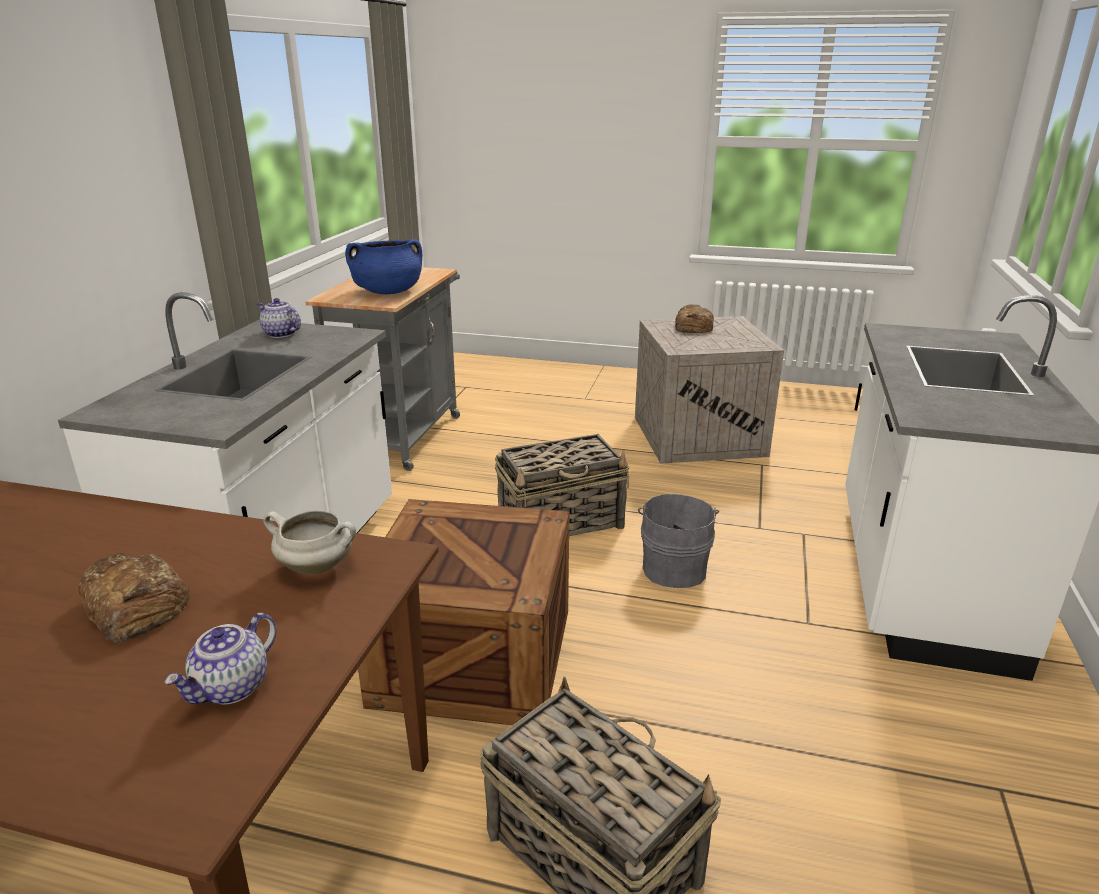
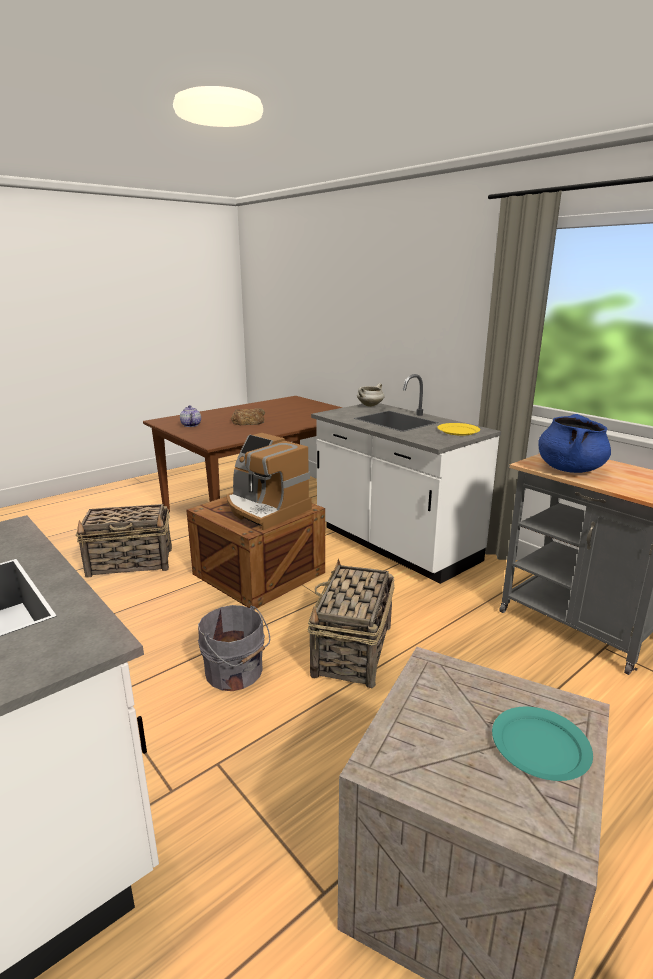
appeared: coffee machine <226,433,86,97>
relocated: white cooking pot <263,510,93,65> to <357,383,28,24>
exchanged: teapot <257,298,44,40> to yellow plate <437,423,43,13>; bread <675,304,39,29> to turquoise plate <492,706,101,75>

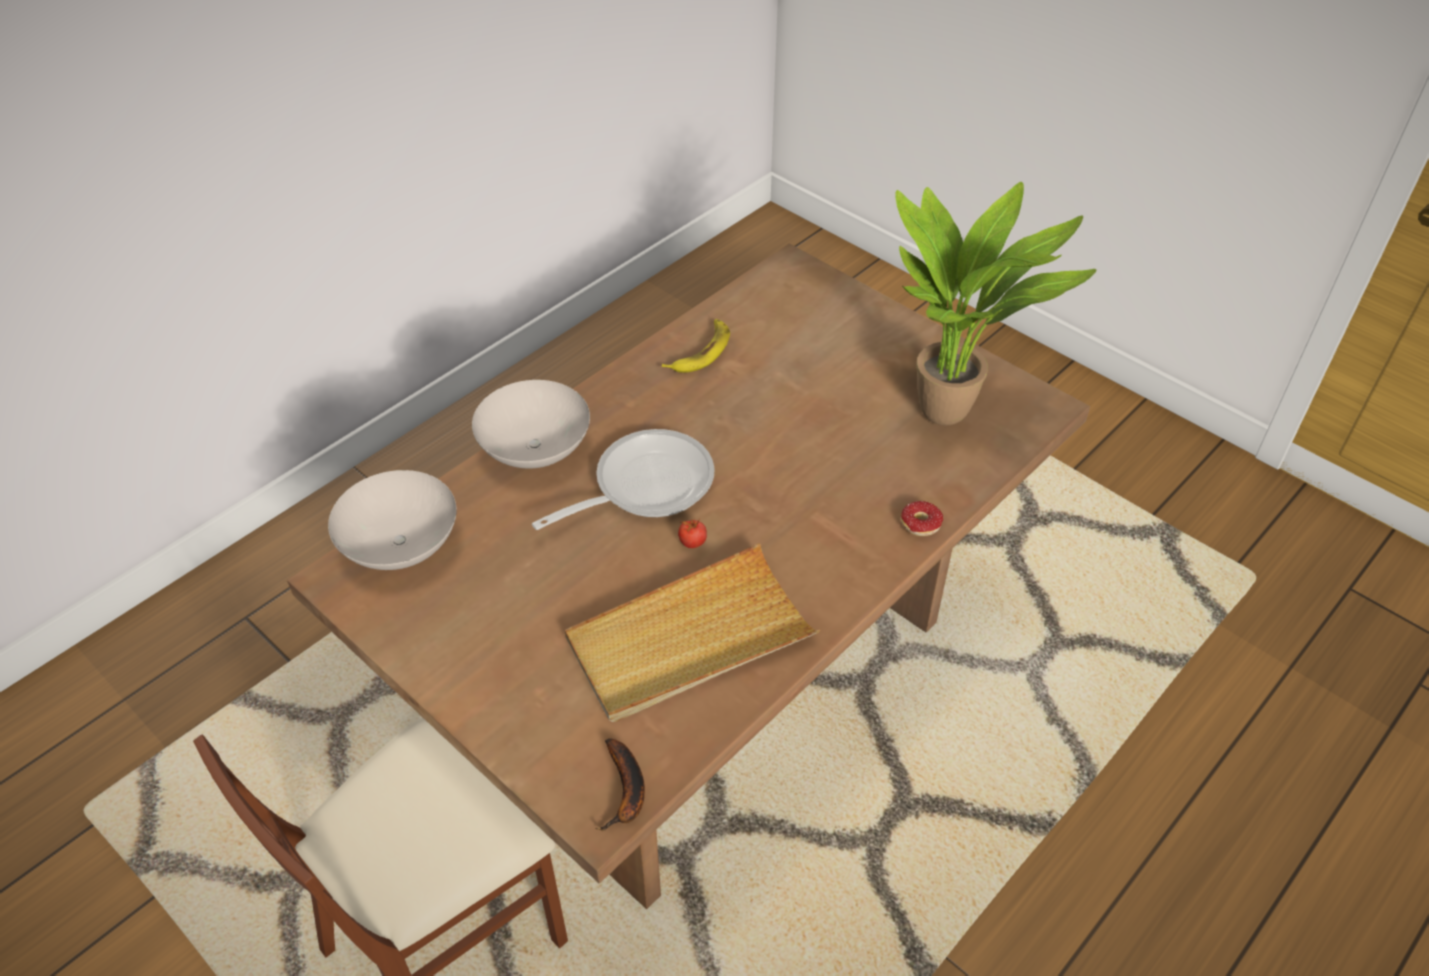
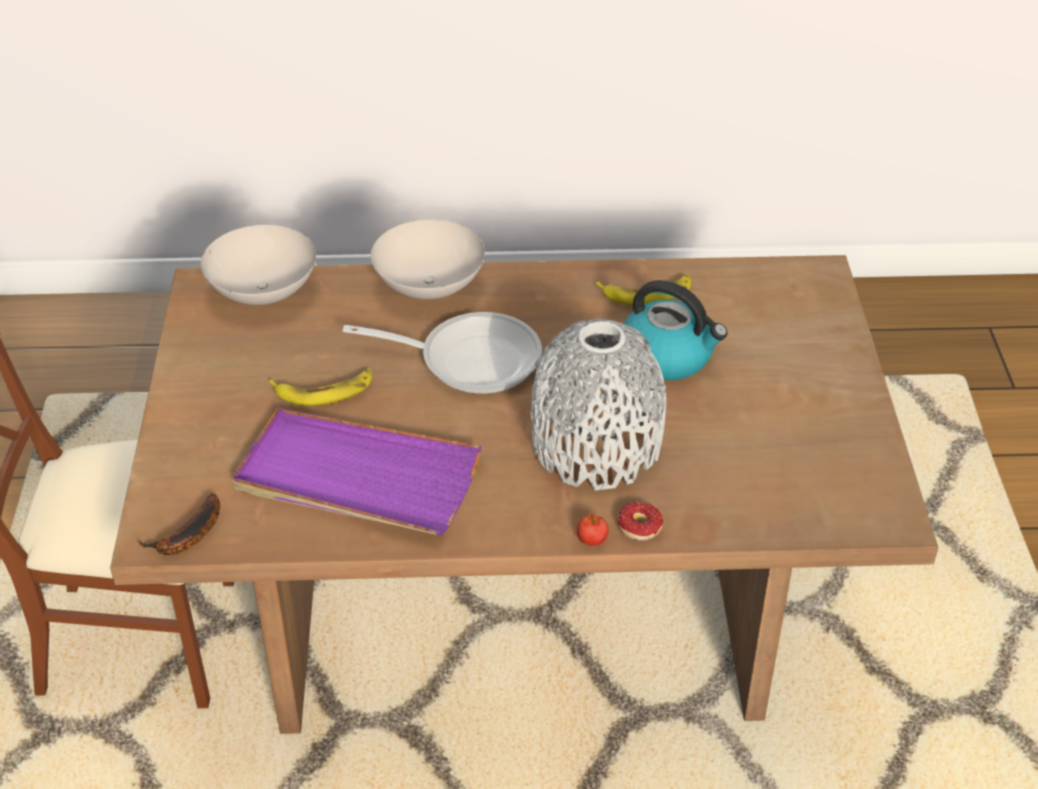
missing: potted plant <895,182,202,244>
appeared: kettle <624,280,104,101>; grey vase <531,318,135,173>; banana <269,369,103,37>
relocated: tomato <678,519,29,29> to <577,512,32,34>
colour: beige tray <565,543,256,179> to purple tray <232,408,250,128>

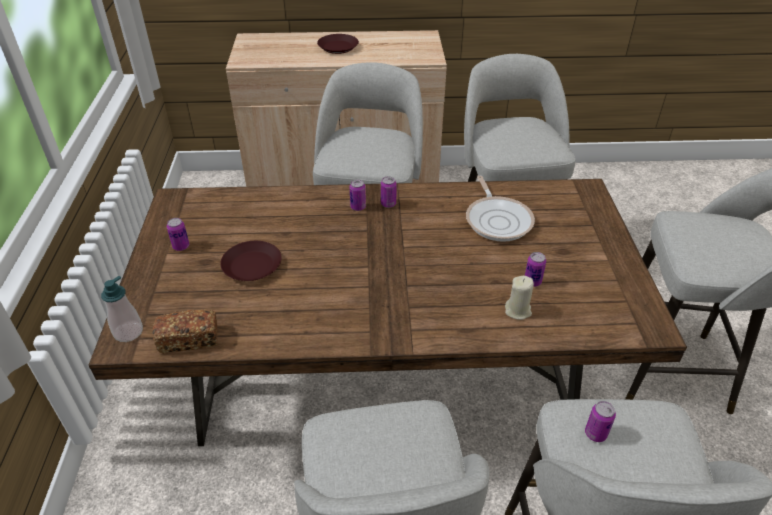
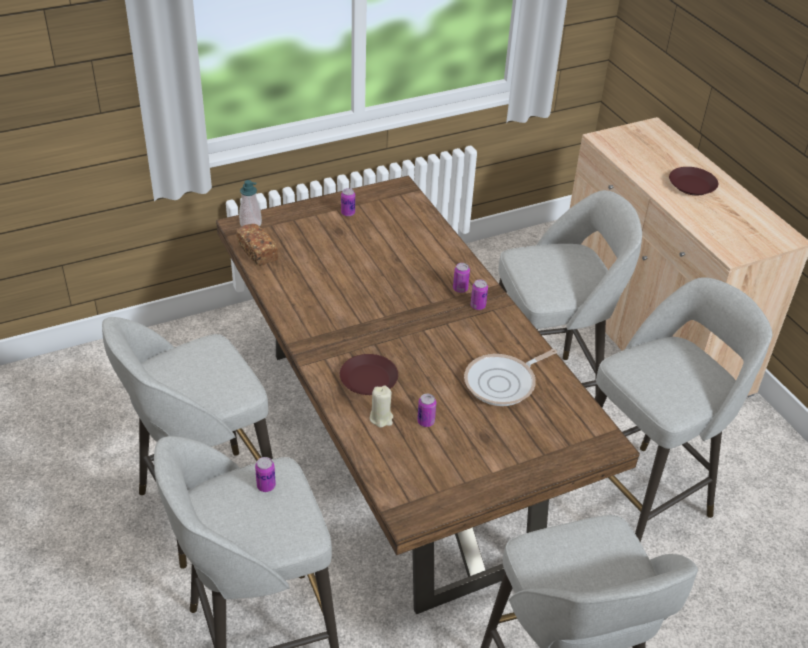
relocated: brown plate <220,241,62,40> to <340,354,58,41>

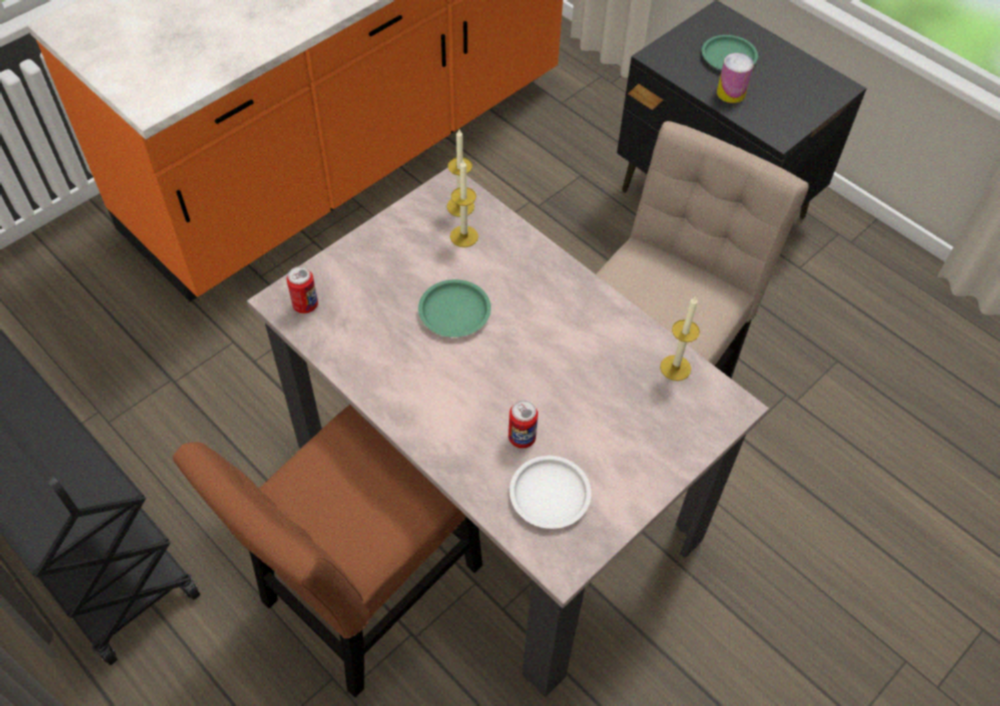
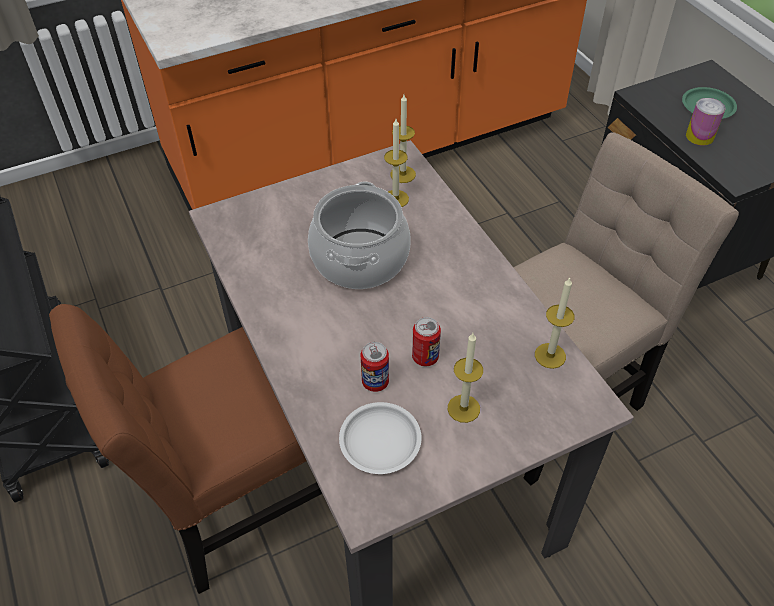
appeared: candle <448,333,35,90>
relocated: can <286,266,32,48> to <412,317,29,49>
exchanged: green plate <418,279,73,58> to cooking pot <308,182,102,107>

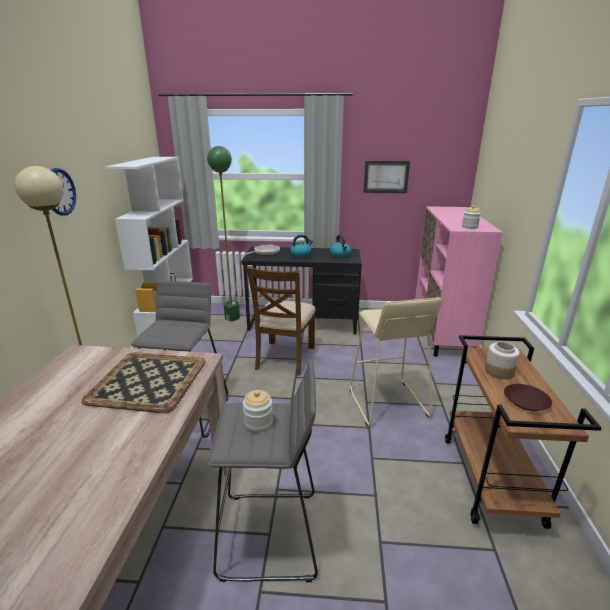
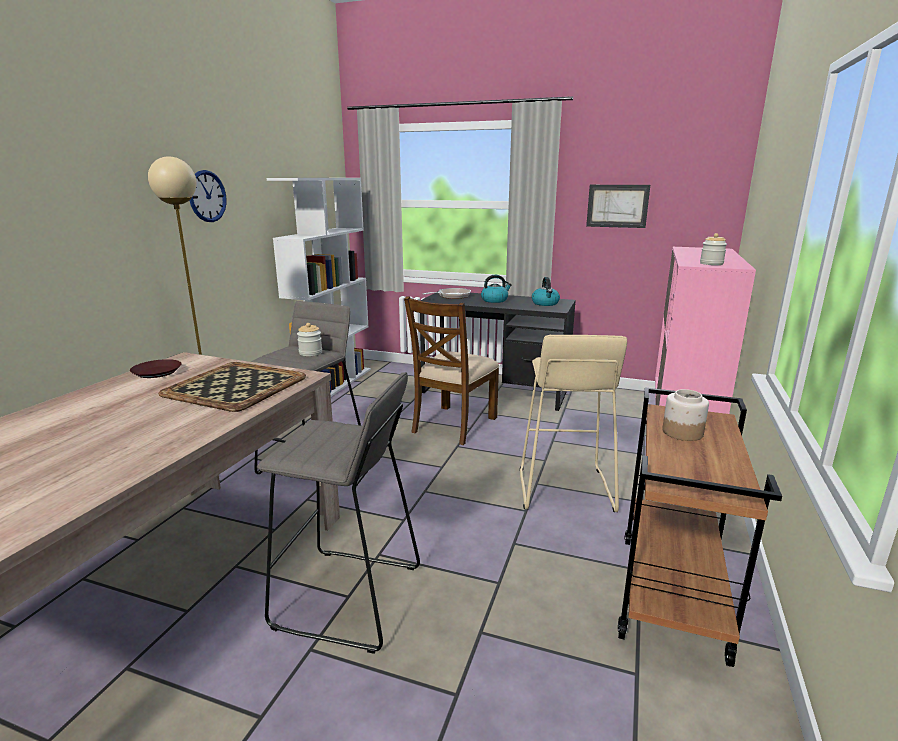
missing: green floor lamp <207,146,33,175>
relocated: brown plate <504,384,48,27> to <130,359,51,19>; jar <243,390,30,42> to <297,323,25,33>

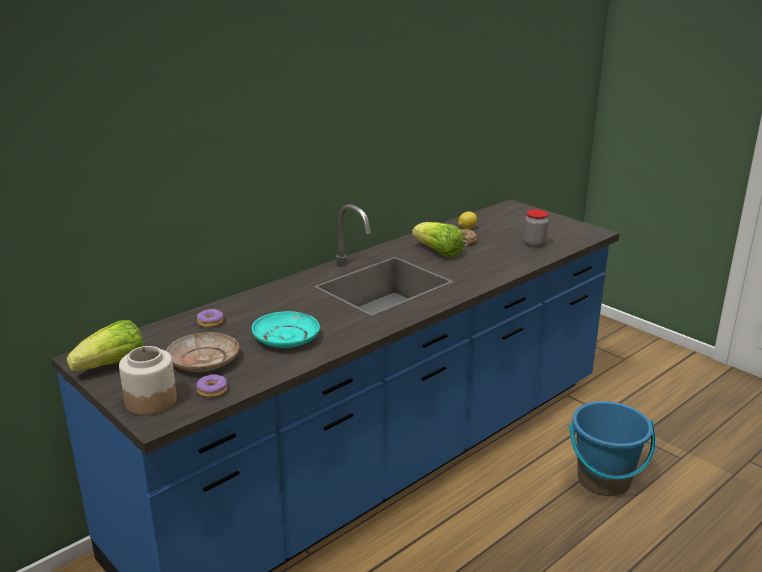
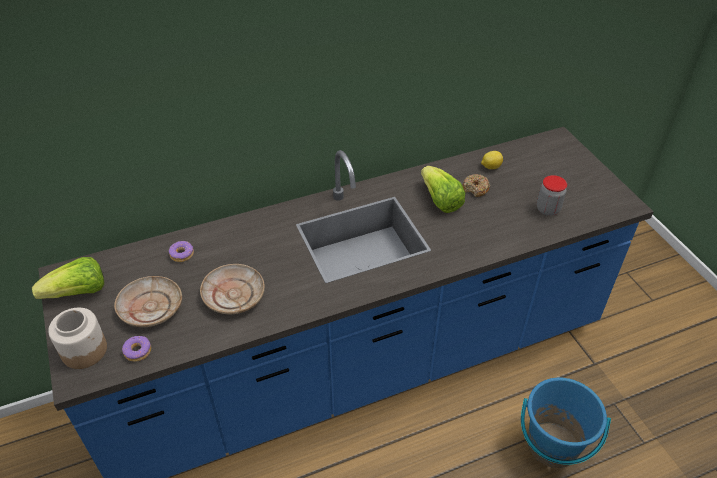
colour: turquoise plate <252,311,68,37> to beige plate <200,264,65,50>

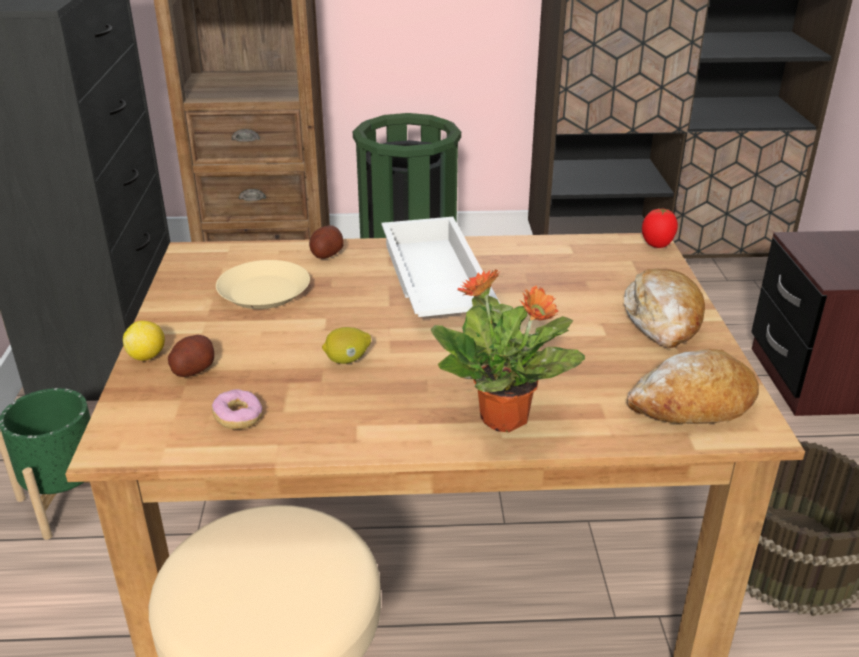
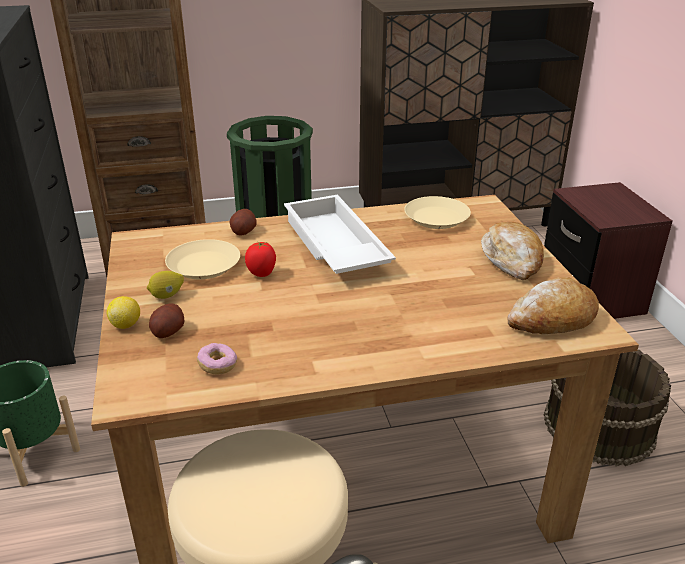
missing: potted plant <431,270,154,162>
appeared: beige plate <404,196,67,33>
relocated: tomato <642,208,36,40> to <245,242,31,35>; lemon <322,327,49,37> to <147,271,37,28>

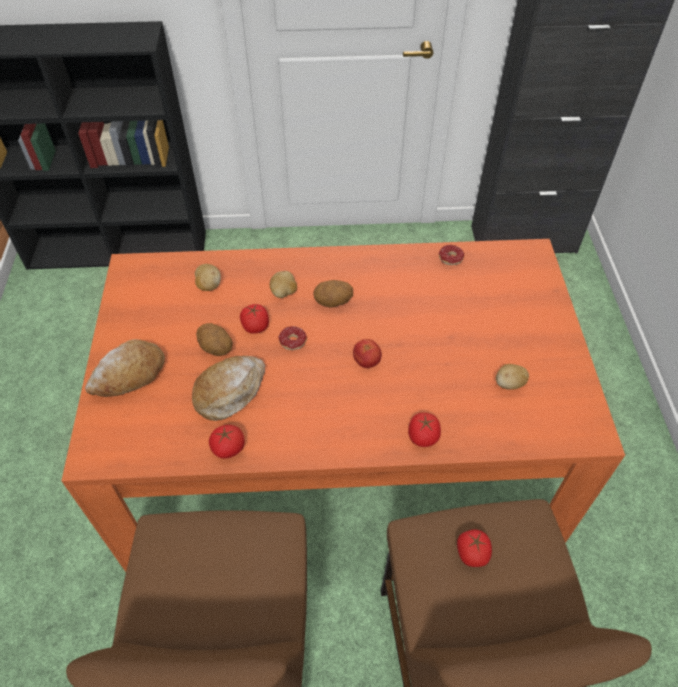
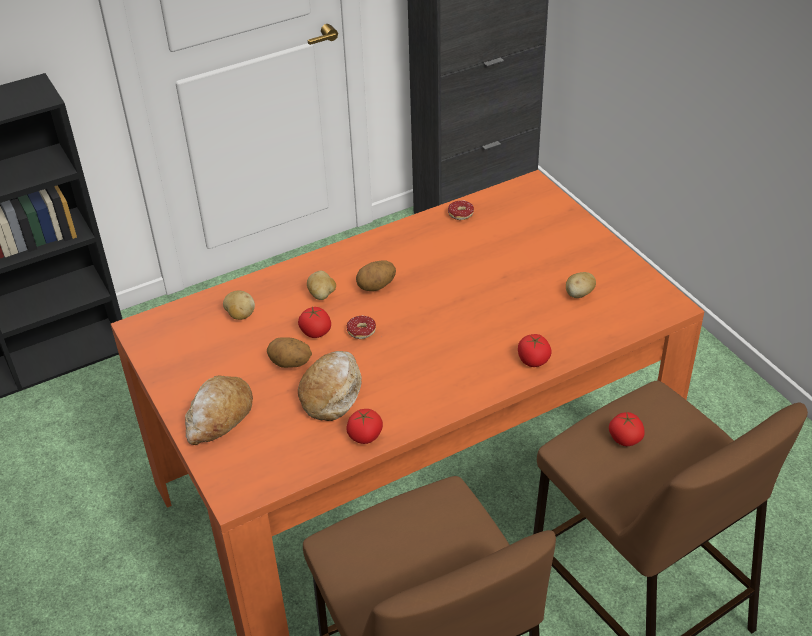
missing: tomato <353,339,29,29>

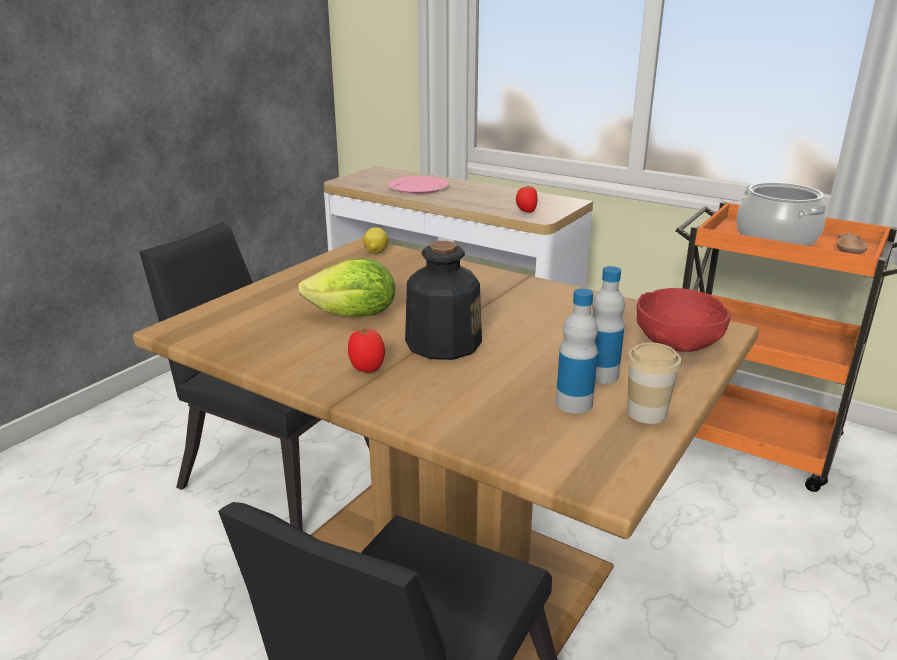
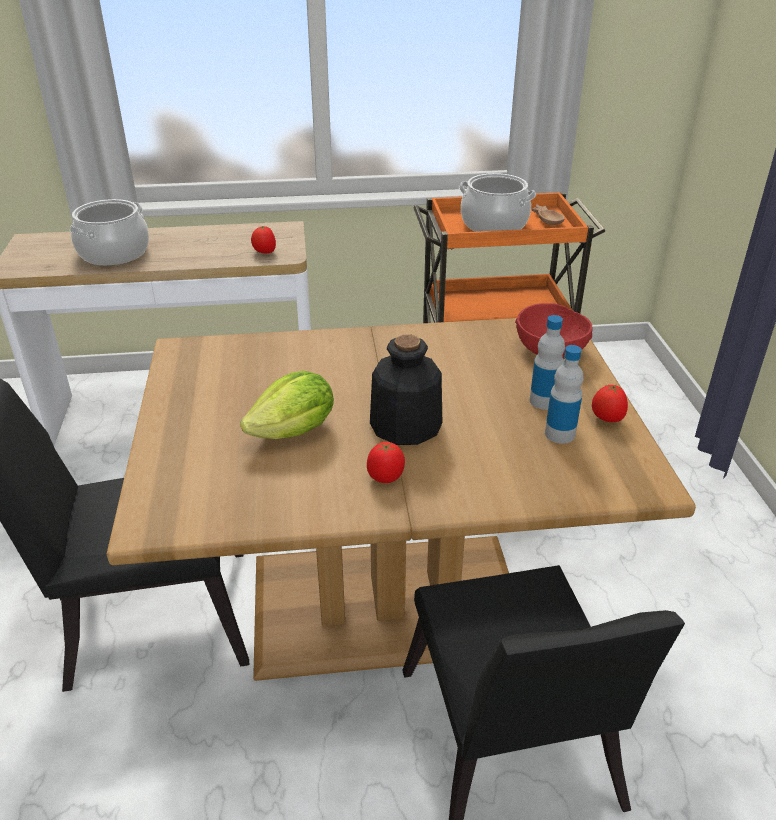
missing: lemon <363,227,25,27>
exchanged: pink plate <388,176,61,18> to cooking pot <70,199,79,66>; cup <626,343,56,81> to tomato <592,385,36,37>

